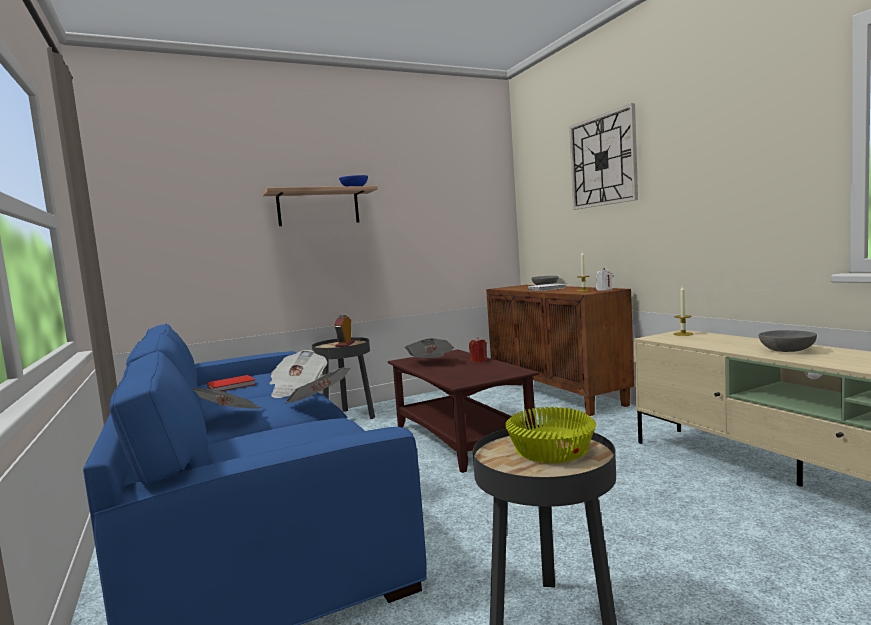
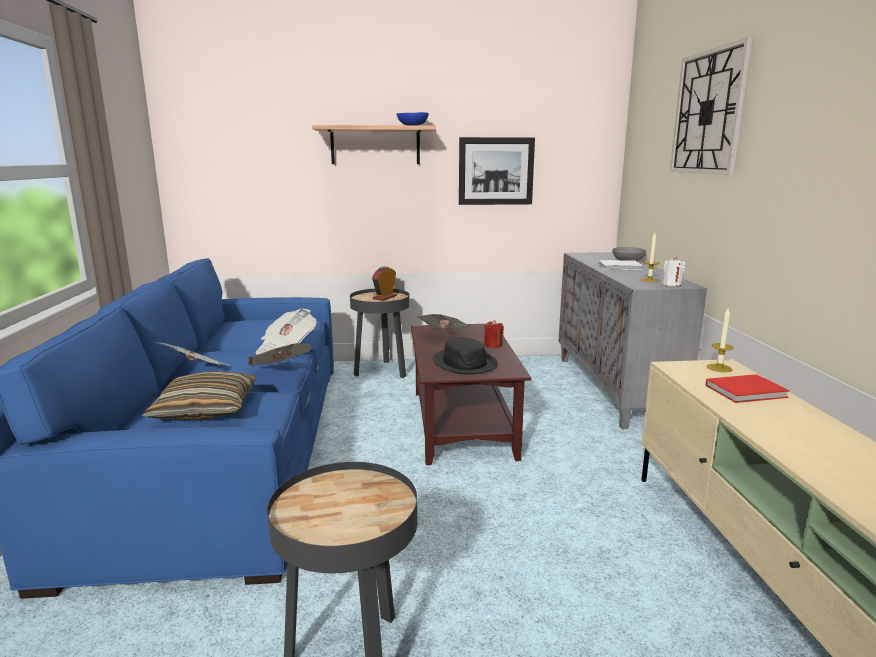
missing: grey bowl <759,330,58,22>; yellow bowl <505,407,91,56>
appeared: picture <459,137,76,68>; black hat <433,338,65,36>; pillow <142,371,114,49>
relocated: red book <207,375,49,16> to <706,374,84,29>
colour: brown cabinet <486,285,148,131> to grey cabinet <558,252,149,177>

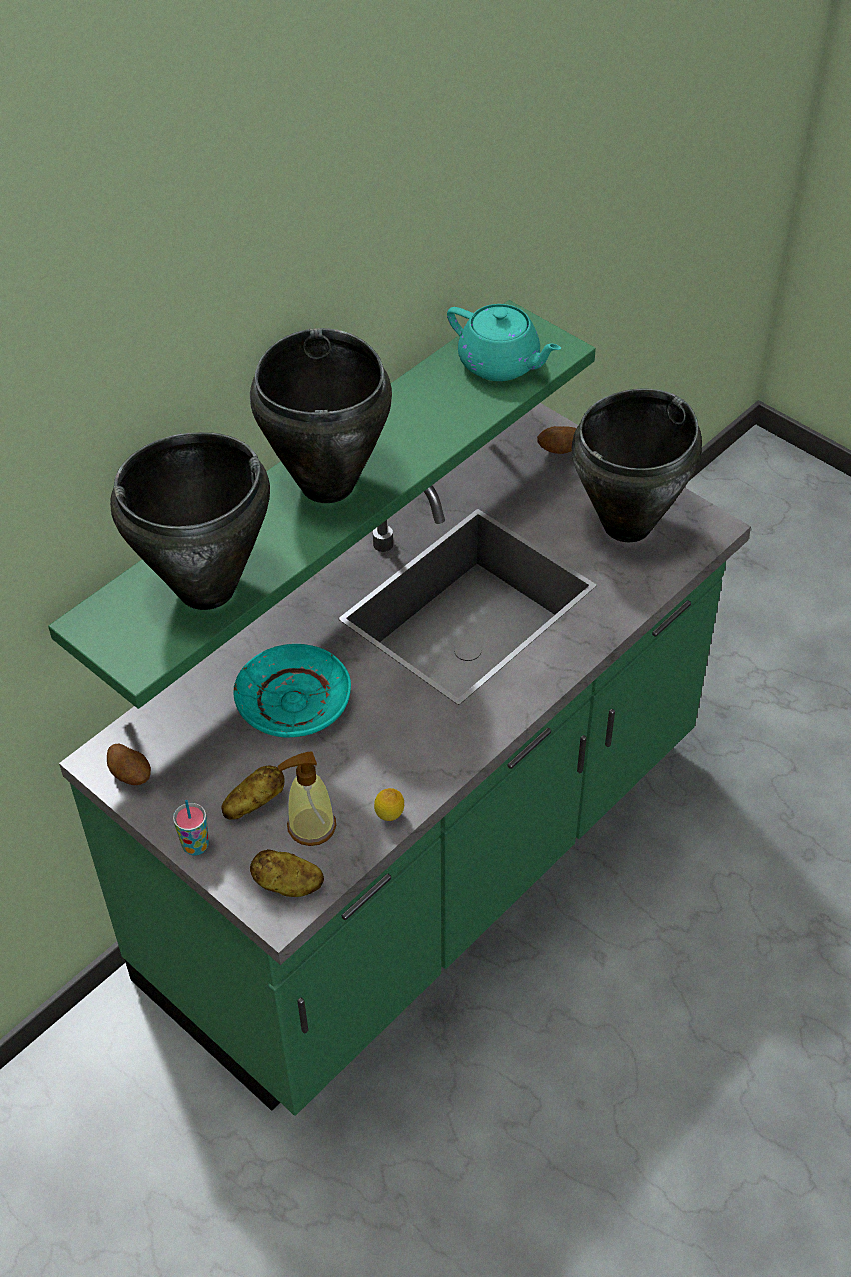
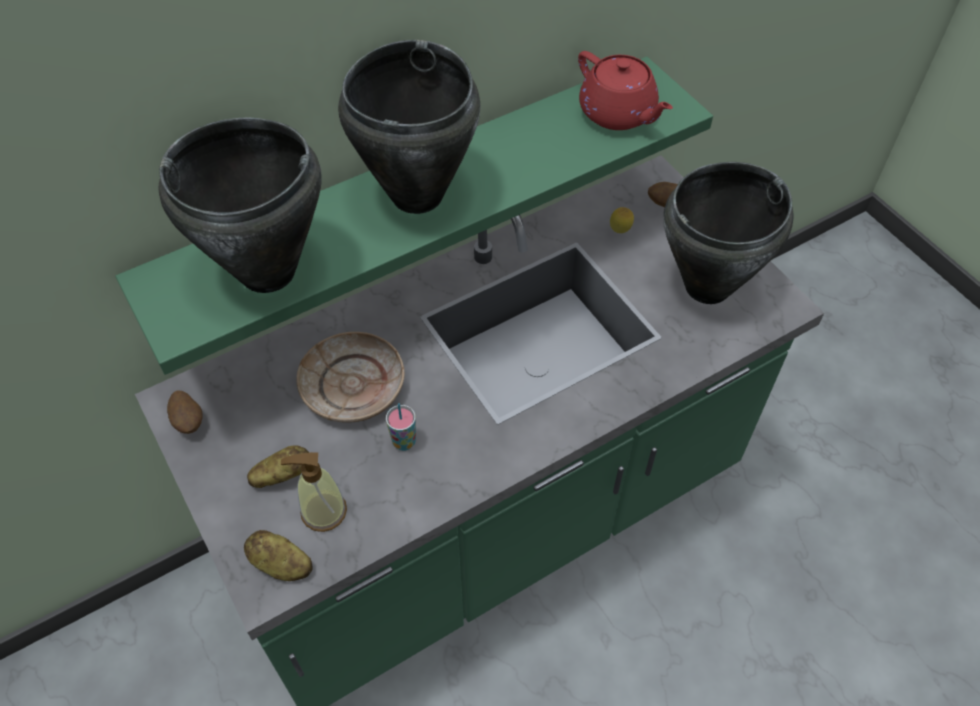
relocated: lemon <374,788,30,33> to <610,207,24,26>; cup <173,800,36,56> to <386,403,30,48>
colour: turquoise teapot <447,304,114,77> to red teapot <578,51,95,79>; turquoise plate <233,644,118,94> to beige plate <296,332,109,91>

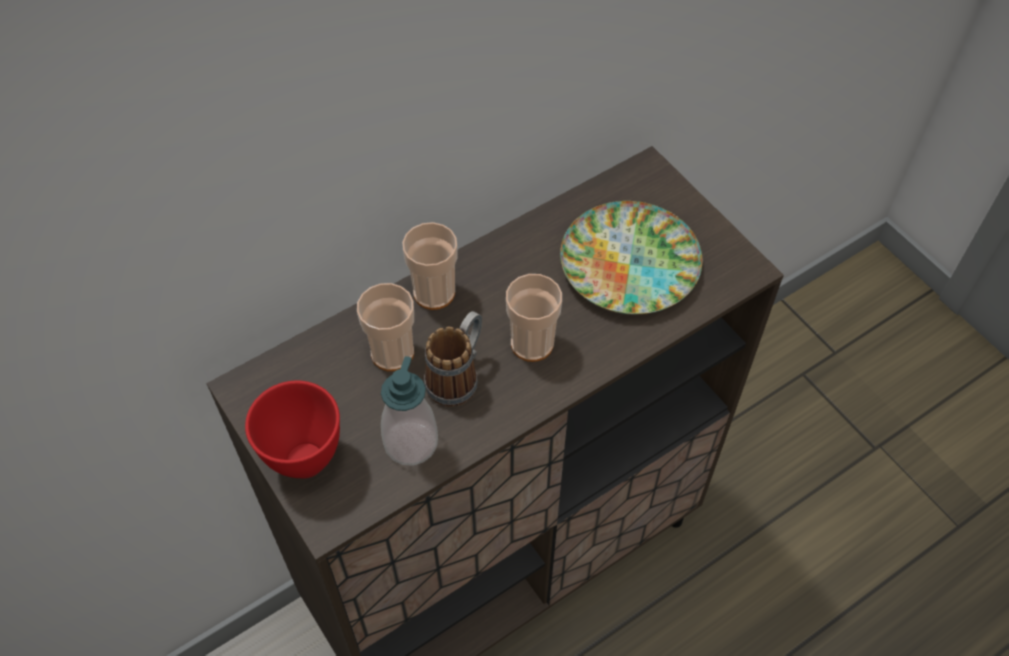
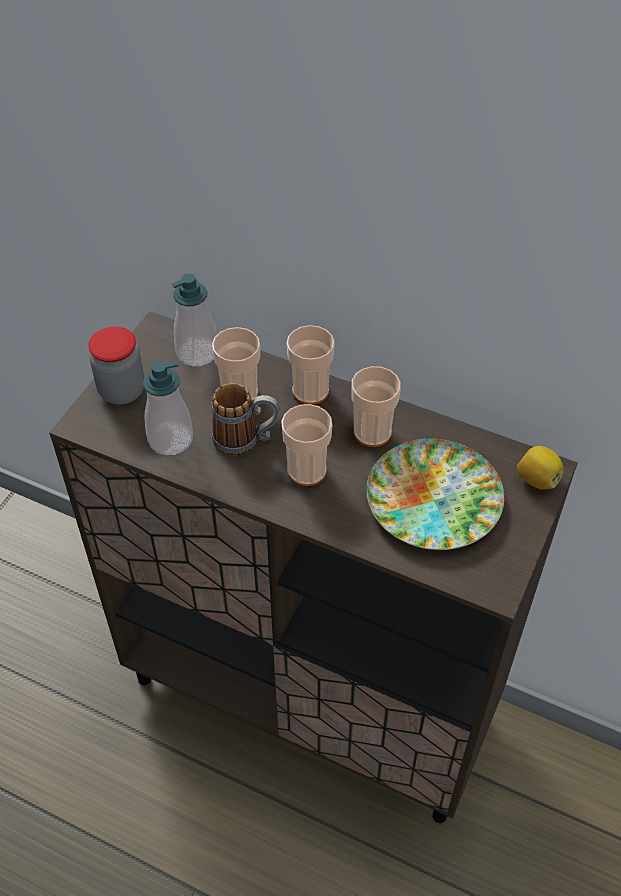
appeared: soap dispenser <172,273,45,93>; cup <351,366,50,81>; lemon <517,446,47,44>
exchanged: red bowl <245,381,95,97> to jar <88,327,56,77>

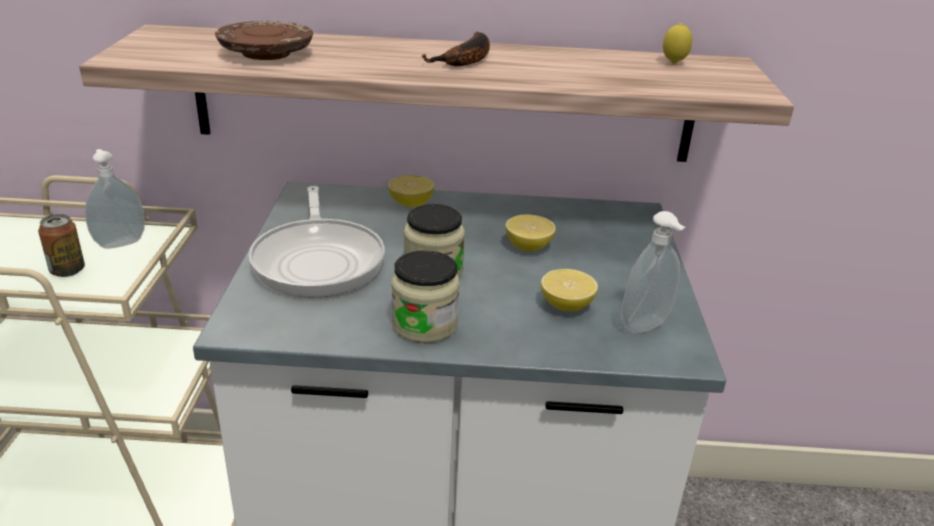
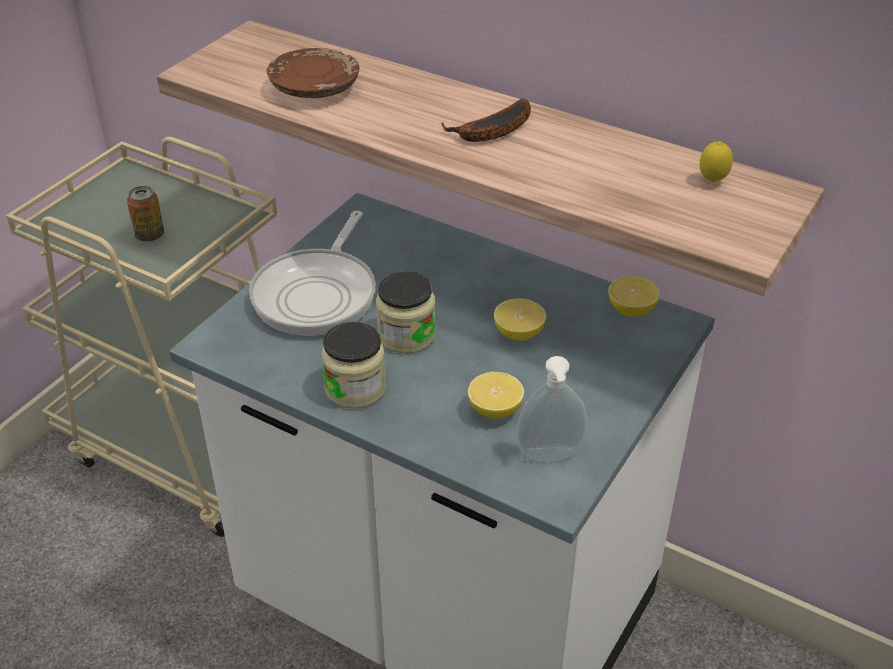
missing: soap dispenser <85,149,60,100>
relocated: lemon <388,175,47,32> to <608,276,52,41>

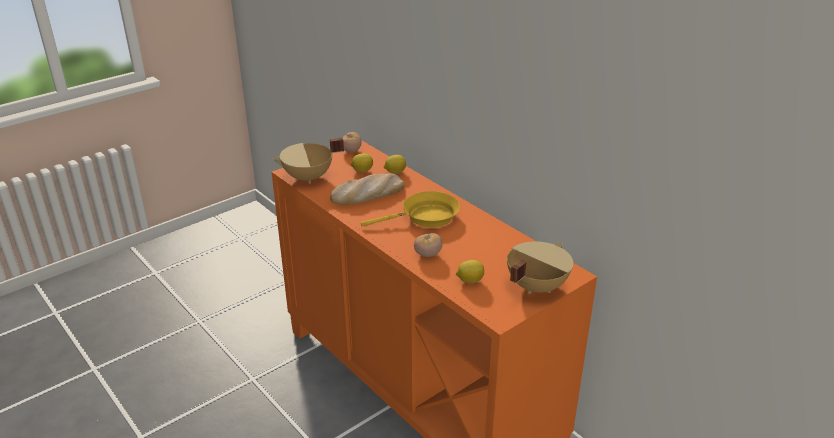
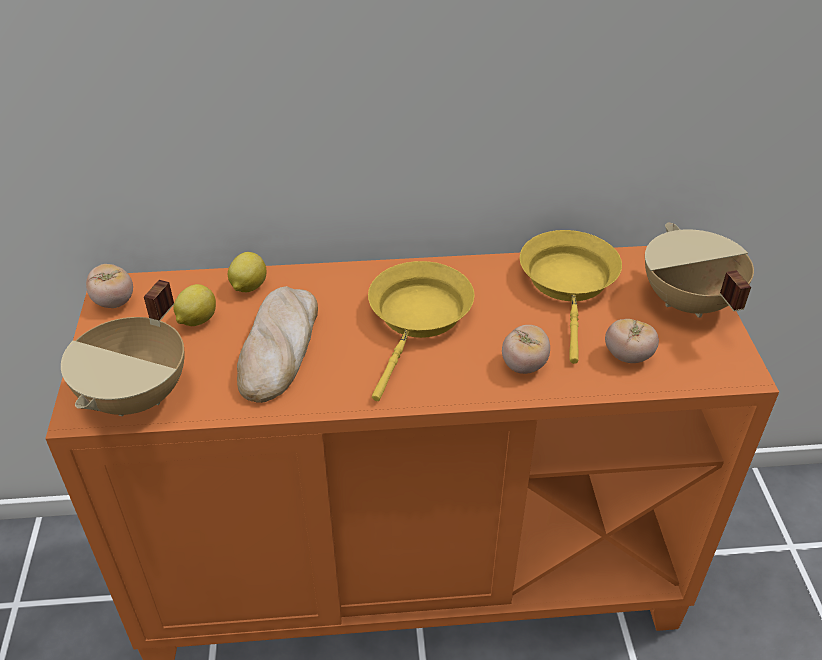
appeared: yellow frying pan <520,230,102,134>
exchanged: lemon <456,260,28,23> to tomato <605,319,54,44>

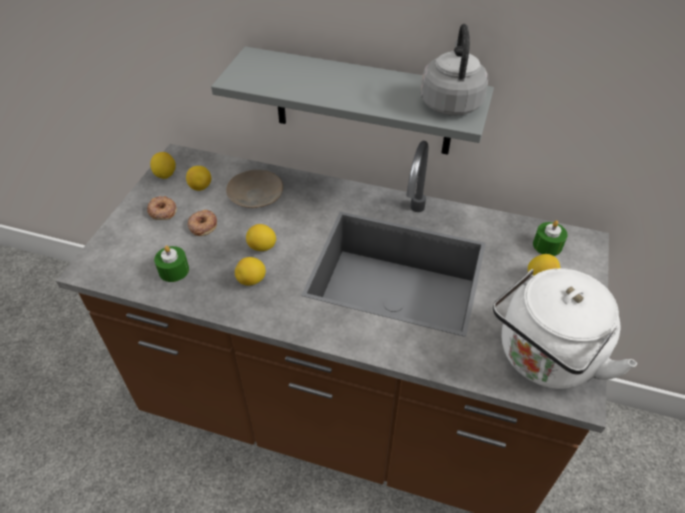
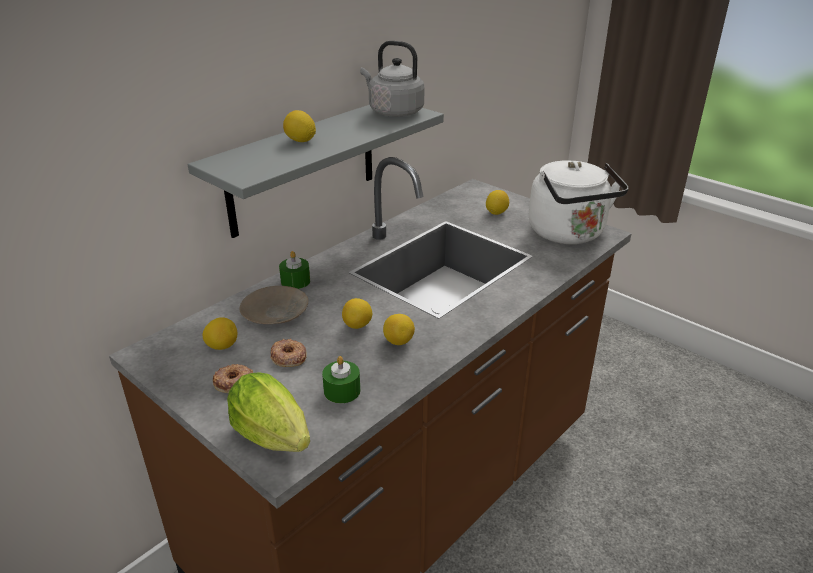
appeared: lettuce <227,372,83,80>
relocated: lemon <150,152,26,27> to <283,110,33,32>; green candle <533,220,35,36> to <279,251,31,38>

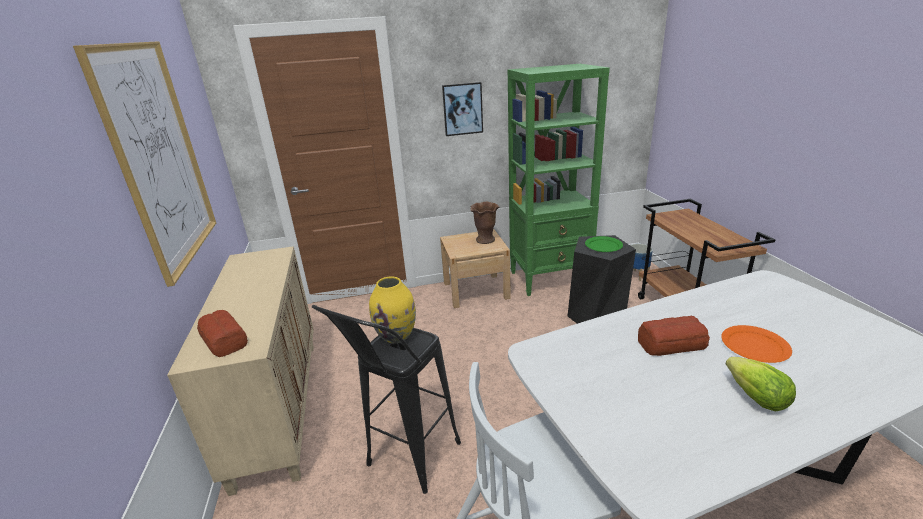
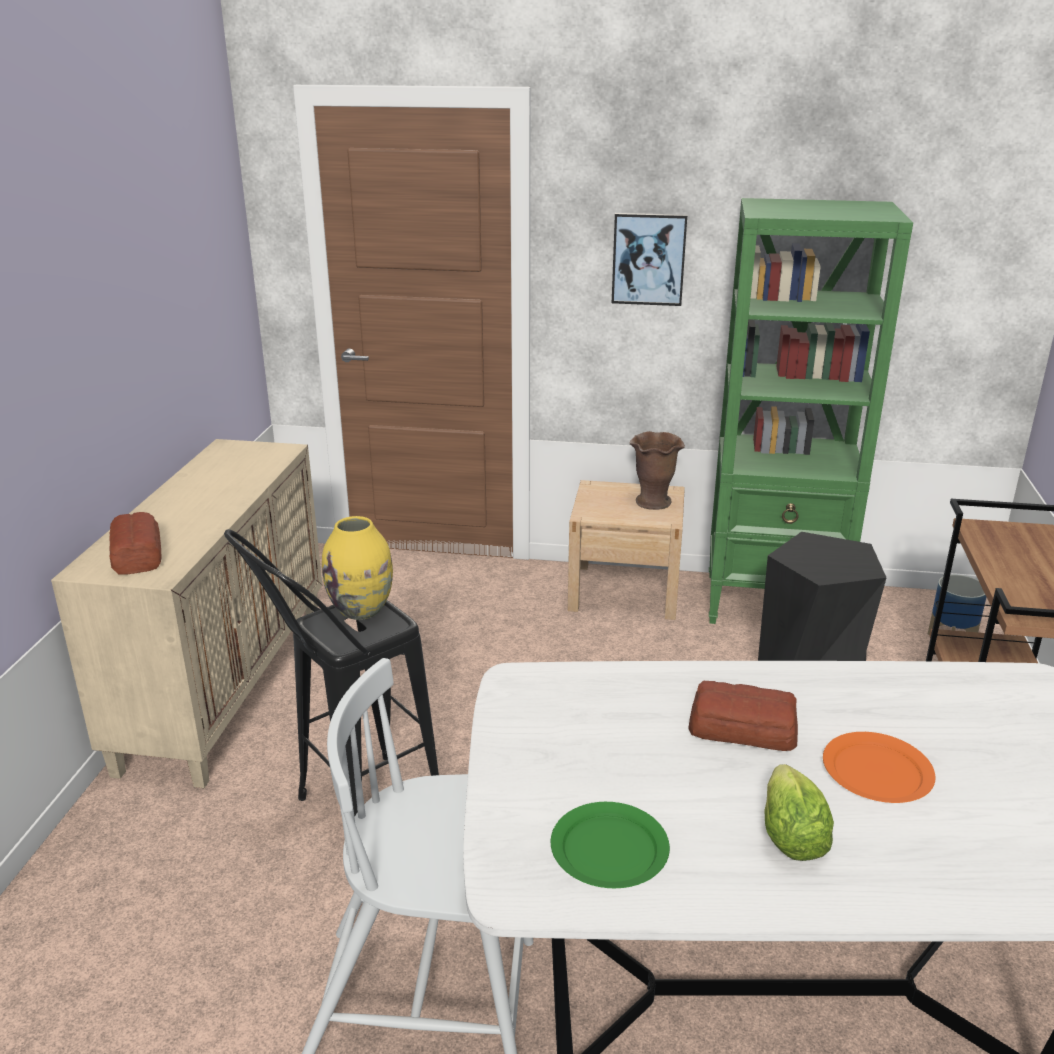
missing: picture <73,41,143,246>
relocated: green plate <585,236,38,16> to <551,802,119,86>

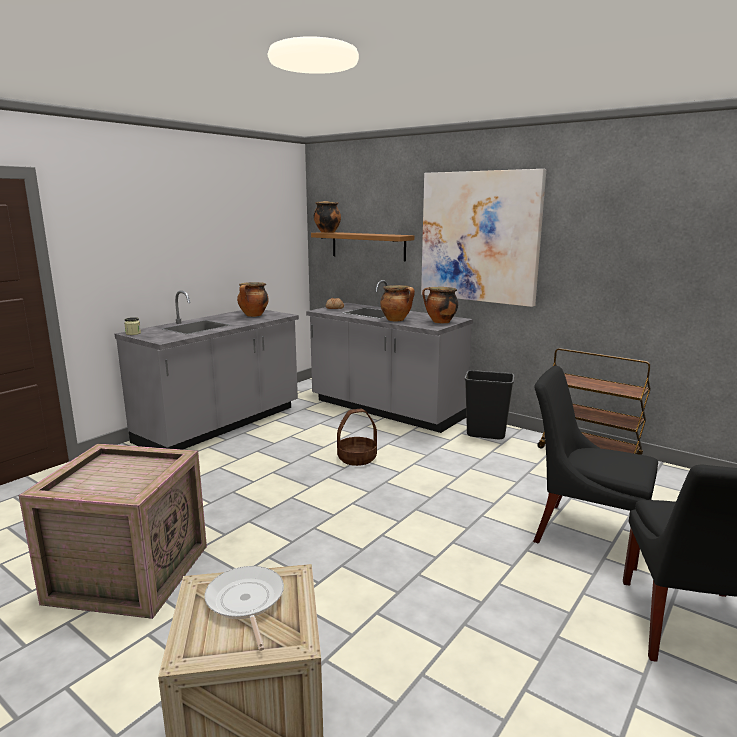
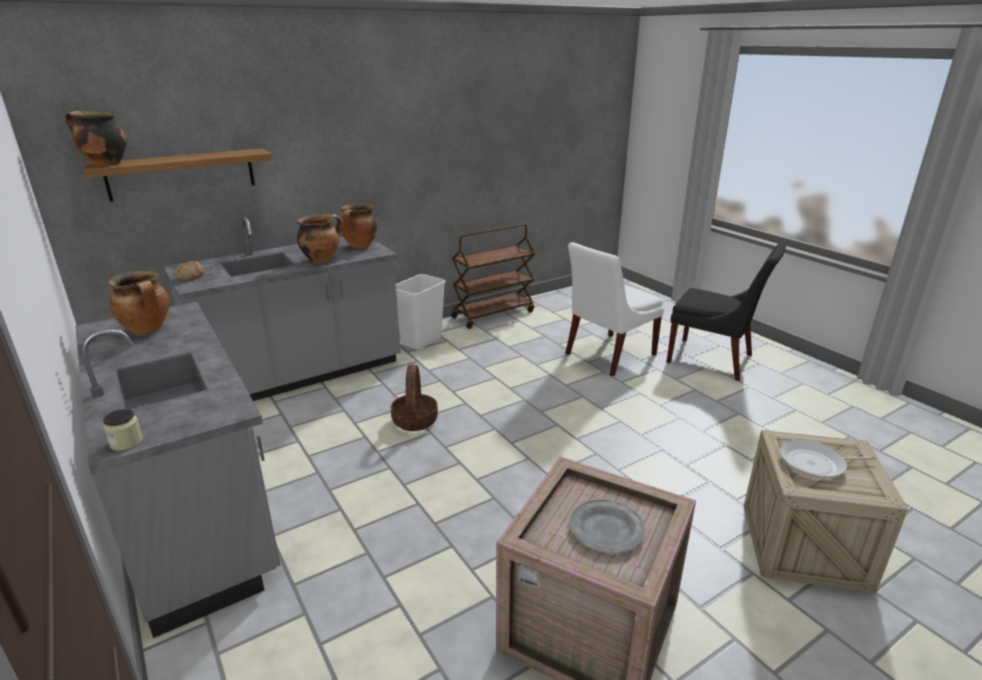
missing: picture <421,169,125,138>
appeared: grey plate <569,499,76,54>
colour: black chair <533,366,125,205> to white chair <565,242,99,134>; black trash can <465,370,49,69> to white trash can <396,274,49,76>

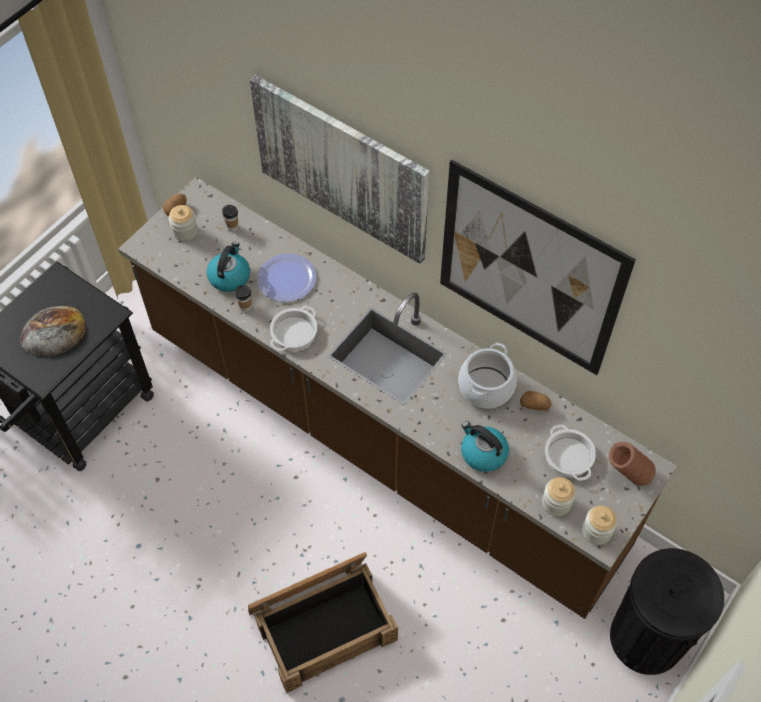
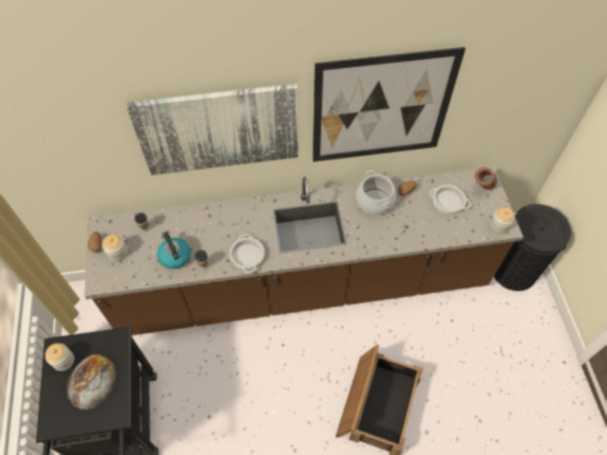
missing: plate <257,253,60,49>; kettle <461,421,48,51>
relocated: jar <542,477,34,39> to <45,343,29,28>

